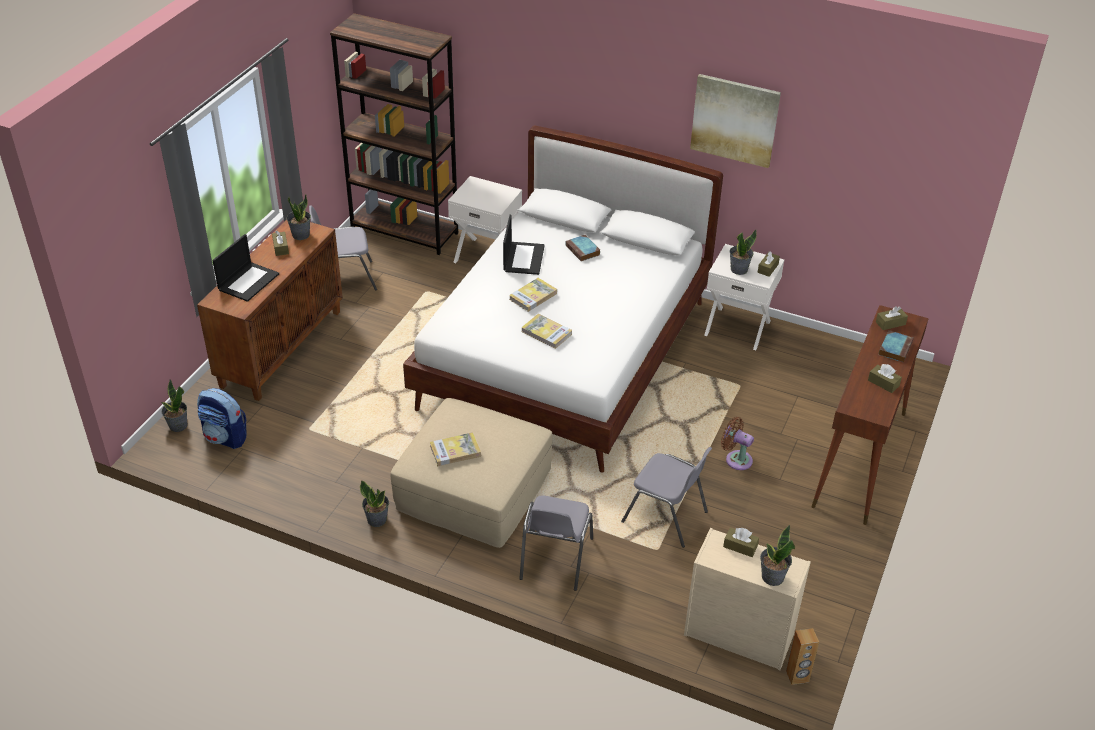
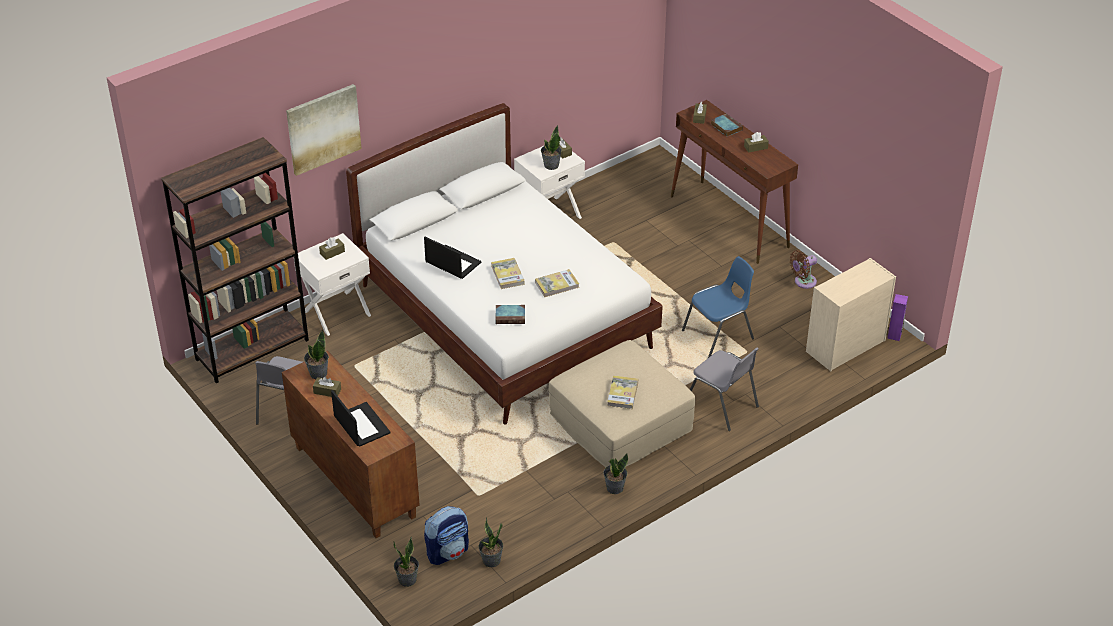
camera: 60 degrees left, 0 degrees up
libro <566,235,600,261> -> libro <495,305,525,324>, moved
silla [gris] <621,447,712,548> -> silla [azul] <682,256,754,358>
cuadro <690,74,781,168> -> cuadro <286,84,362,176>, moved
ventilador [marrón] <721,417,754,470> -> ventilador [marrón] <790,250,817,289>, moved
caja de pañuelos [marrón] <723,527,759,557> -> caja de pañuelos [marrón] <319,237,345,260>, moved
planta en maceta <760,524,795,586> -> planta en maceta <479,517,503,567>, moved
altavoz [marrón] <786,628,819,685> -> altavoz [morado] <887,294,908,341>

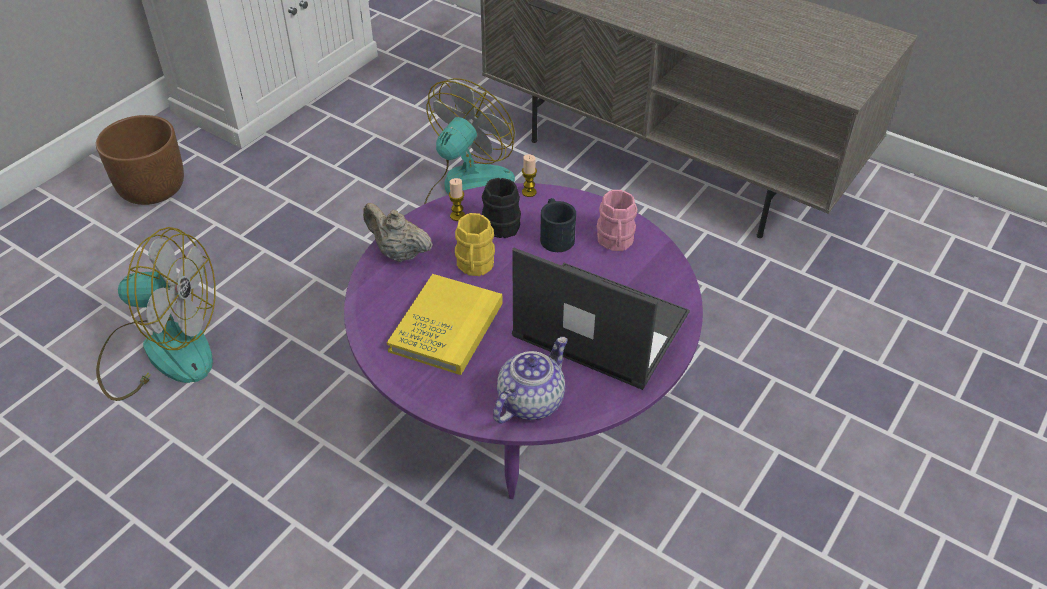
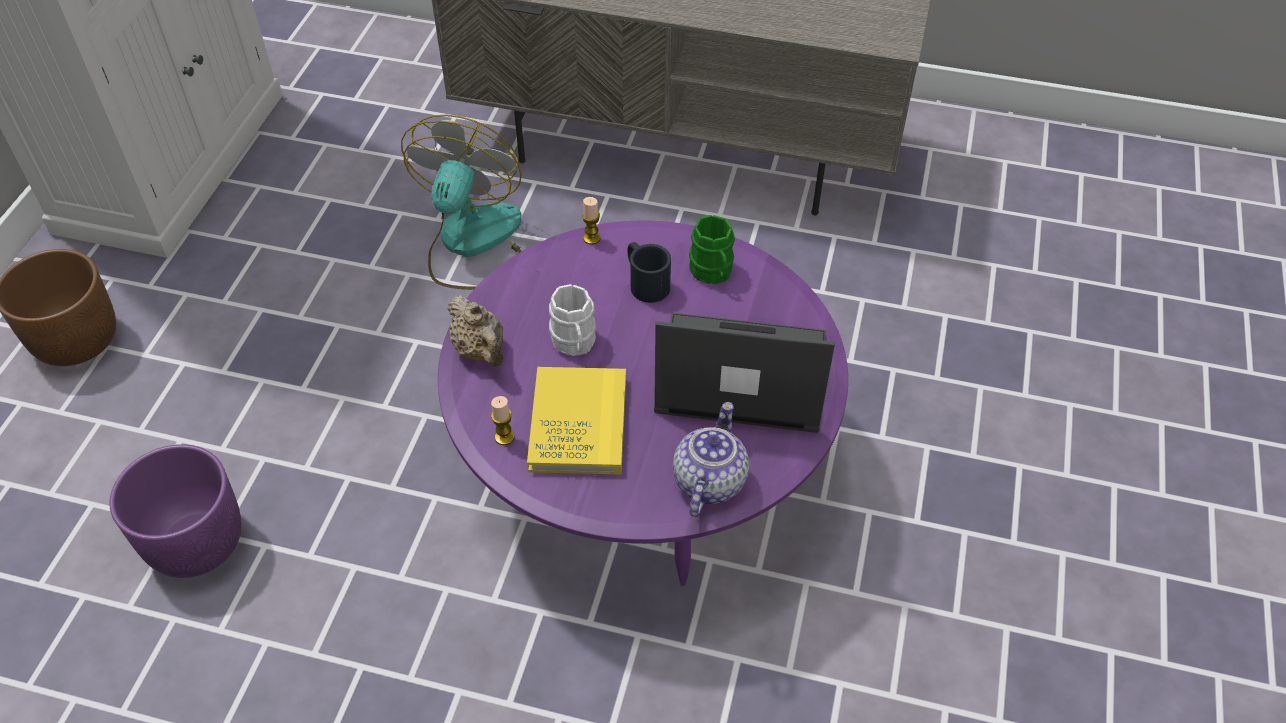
camera: 20 degrees left, 5 degrees up
ventilador <96,227,216,401> -> maceta [morado] <109,444,242,578>
tetera [beis] <363,203,433,262> -> tetera [beis] <448,295,503,367>, 135 degrees counterclockwise
vela <449,178,465,221> -> vela <491,396,515,445>, moved
taza grande [amarillo] <455,213,495,276> -> taza grande [blanco] <549,284,596,356>
taza grande [negro] <482,178,521,238> -> none
taza grande [rosa] <597,190,638,251> -> taza grande [verde] <689,215,735,284>

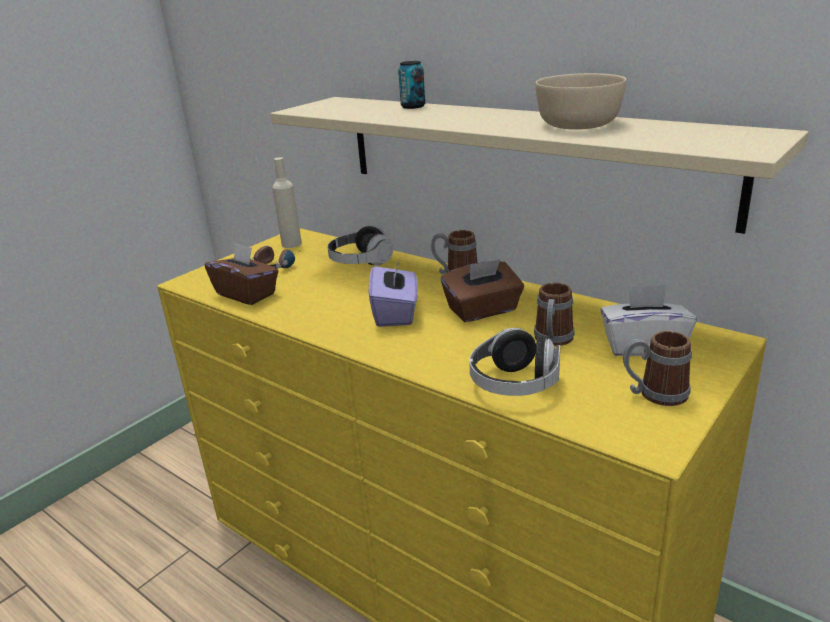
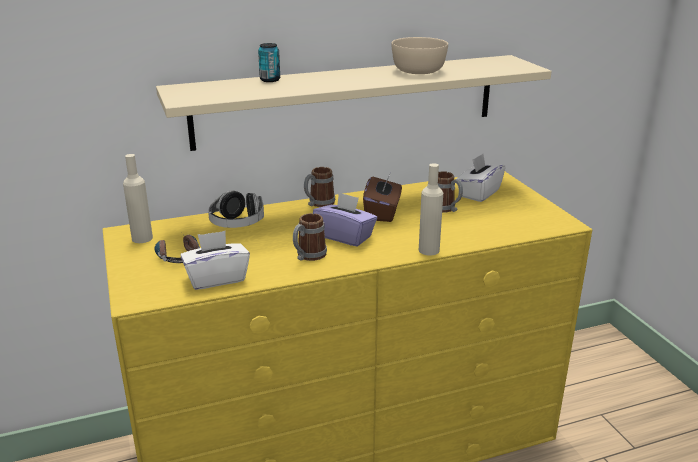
camera: 60 degrees left, 0 degrees up
caja de pañuelos [marrón] <205,243,278,305> -> caja de pañuelos [blanco] <180,231,250,290>
auriculares <469,328,560,396> -> none
taza grande <623,331,692,406> -> taza grande <293,213,327,261>, moved
none -> botella [beis] <419,163,443,256>

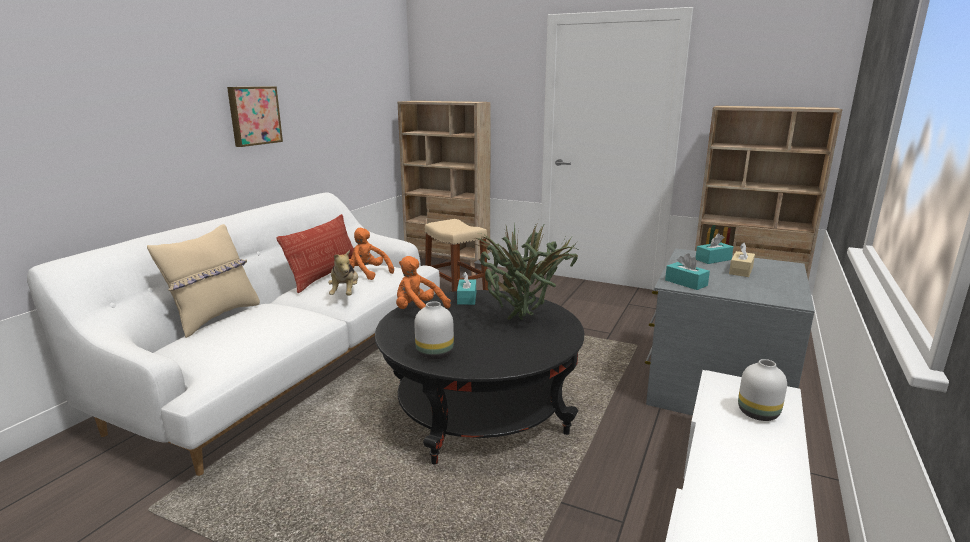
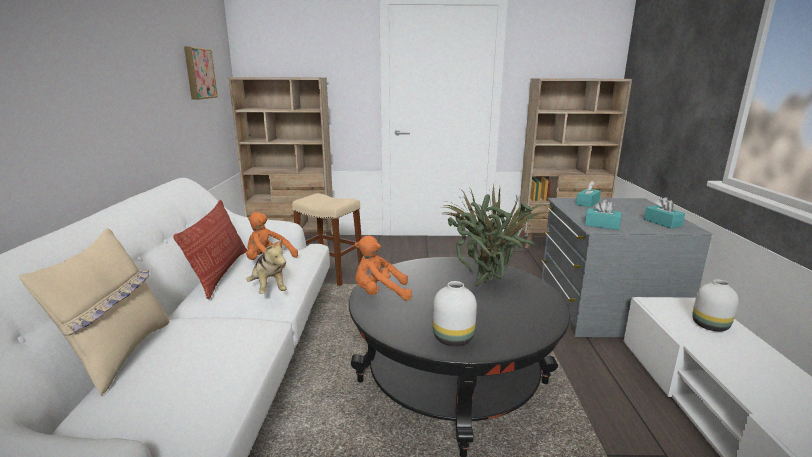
camera: 25 degrees left, 0 degrees up
cuadro <227,86,283,147> -> cuadro <184,47,218,100>, moved
caja de pañuelos [turquesa] <457,272,476,305> -> caja de pañuelos [turquesa] <644,197,685,228>, moved
caja de pañuelos [beis] <729,243,755,277> -> none

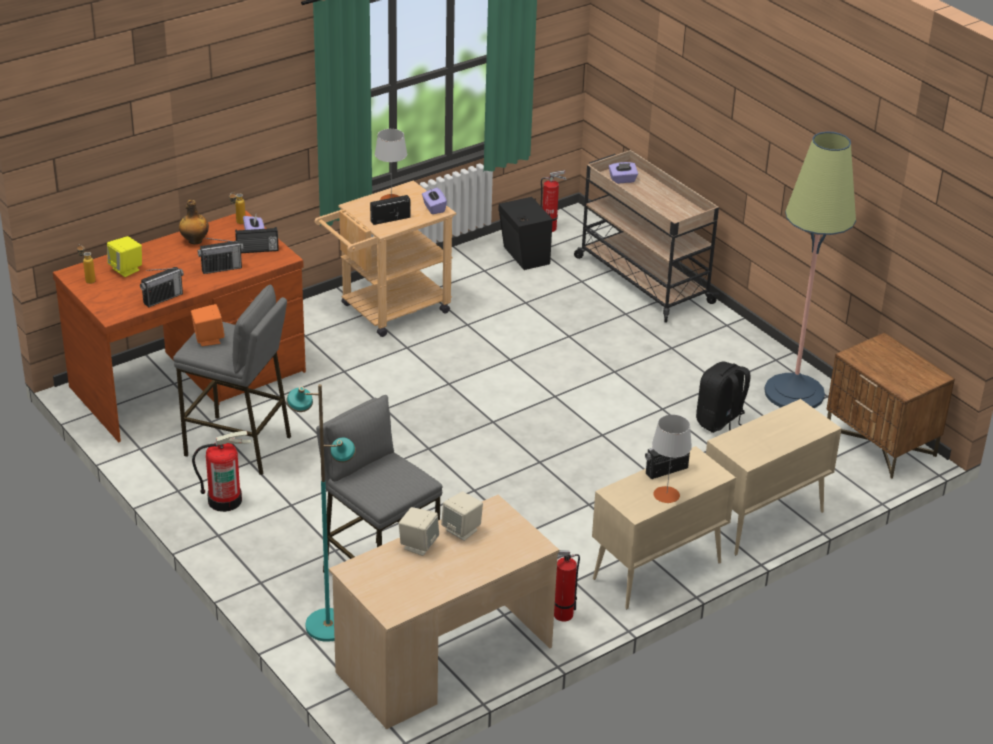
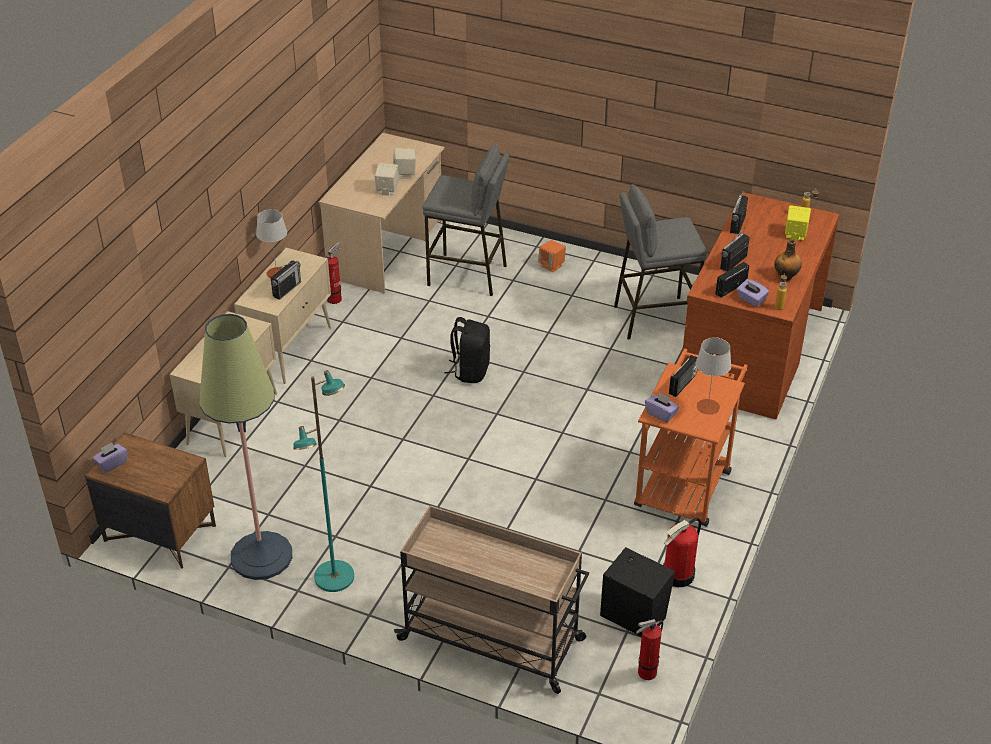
camera: 150 degrees right, 5 degrees up
altavoz [naranja] <191,304,225,346> -> altavoz [naranja] <538,240,566,272>, moved
extintor <192,431,252,512> -> extintor <663,518,701,587>, moved
lámpara de pie [turquesa] <286,384,356,642> -> lámpara de pie [turquesa] <293,370,354,592>, moved
carrito [beis] <314,181,456,337> -> carrito [naranja] <634,349,748,527>
caja de pañuelos [morado] <609,162,638,184> -> caja de pañuelos [morado] <93,442,128,473>, moved
mochila [negro] <696,362,751,433> -> mochila [negro] <445,317,490,383>, moved

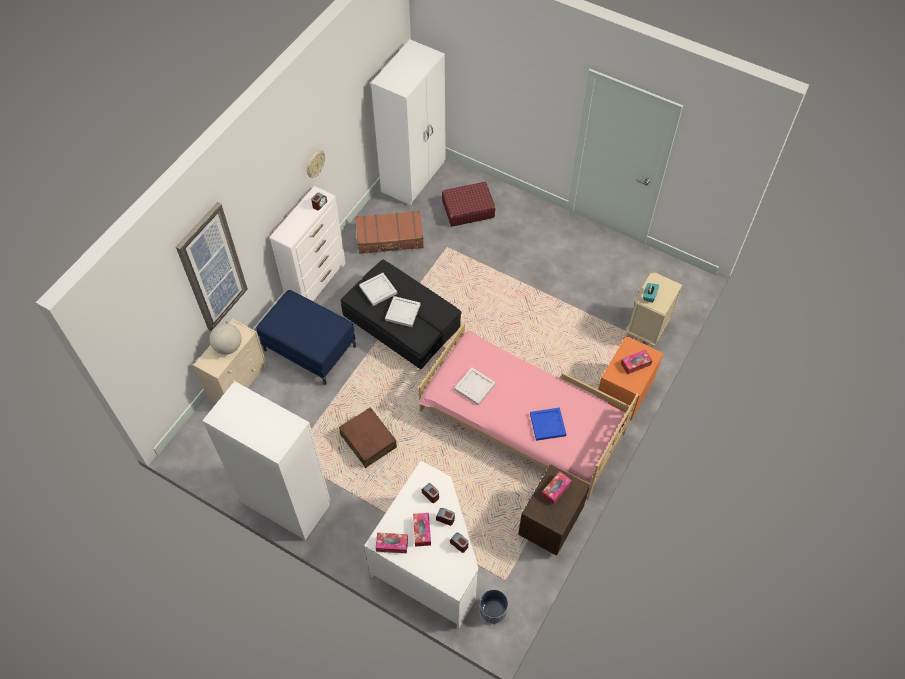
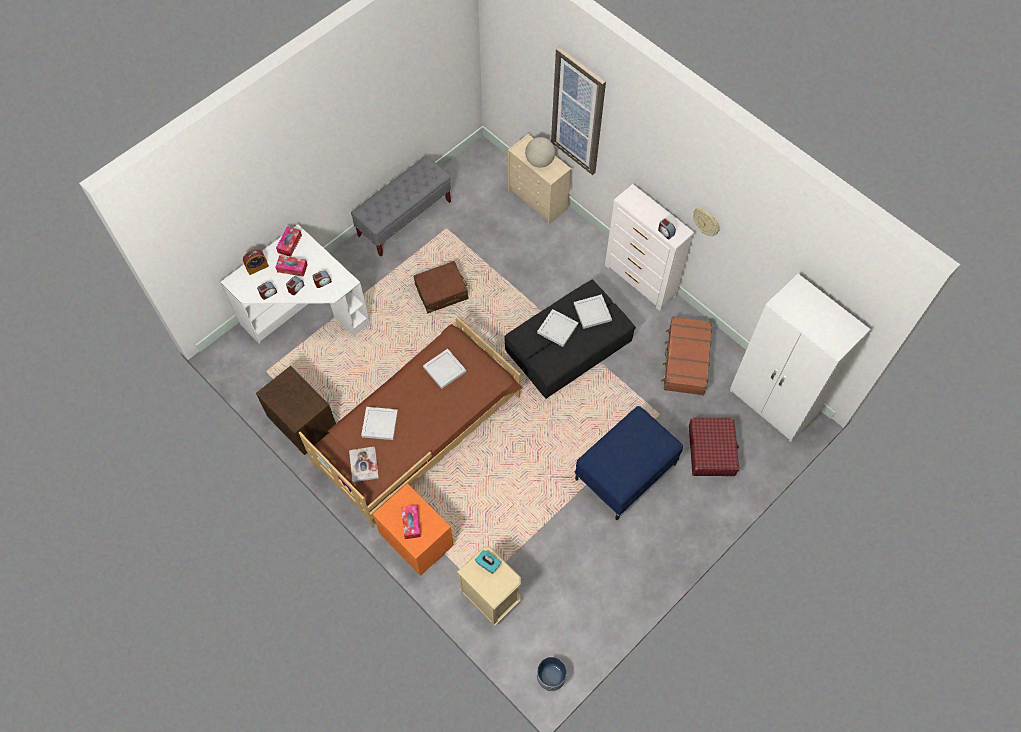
camera: 105 degrees right, 5 degrees up
armario ropero [blanco] <202,381,330,540> -> banco [gris] <351,156,451,257>
puf [azul] <256,290,356,385> -> puf [azul] <575,406,683,520>, moved
cama [rosa] <418,323,639,500> -> cama [marrón] <299,317,522,528>
maceta <479,590,508,624> -> maceta <537,657,567,691>, moved
bandeja [azul] <530,408,566,441> -> bandeja [blanco] <361,407,398,440>
caja de pañuelos <541,472,572,505> -> none
none -> despertador <243,249,269,275>
none -> libro <349,446,379,482>

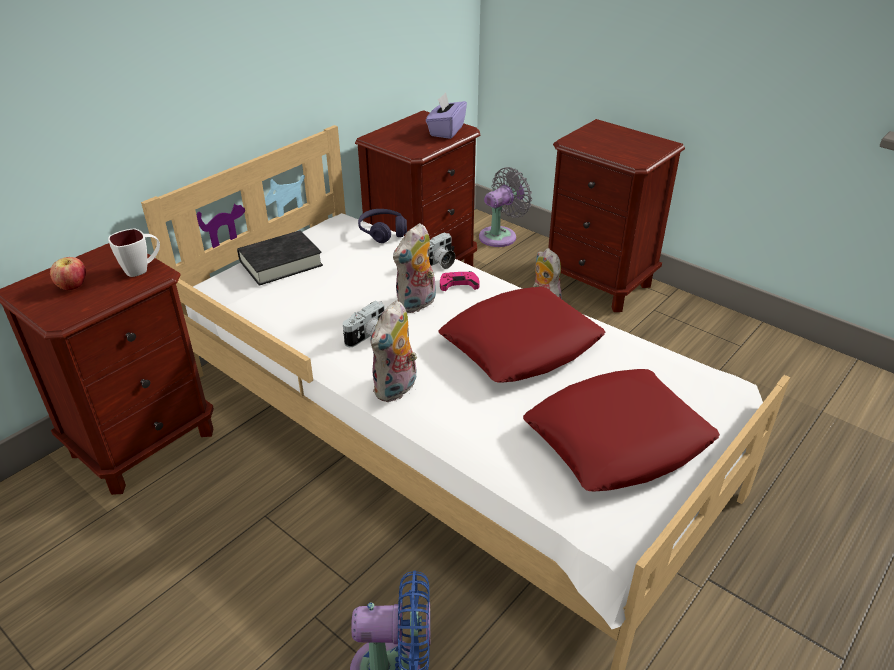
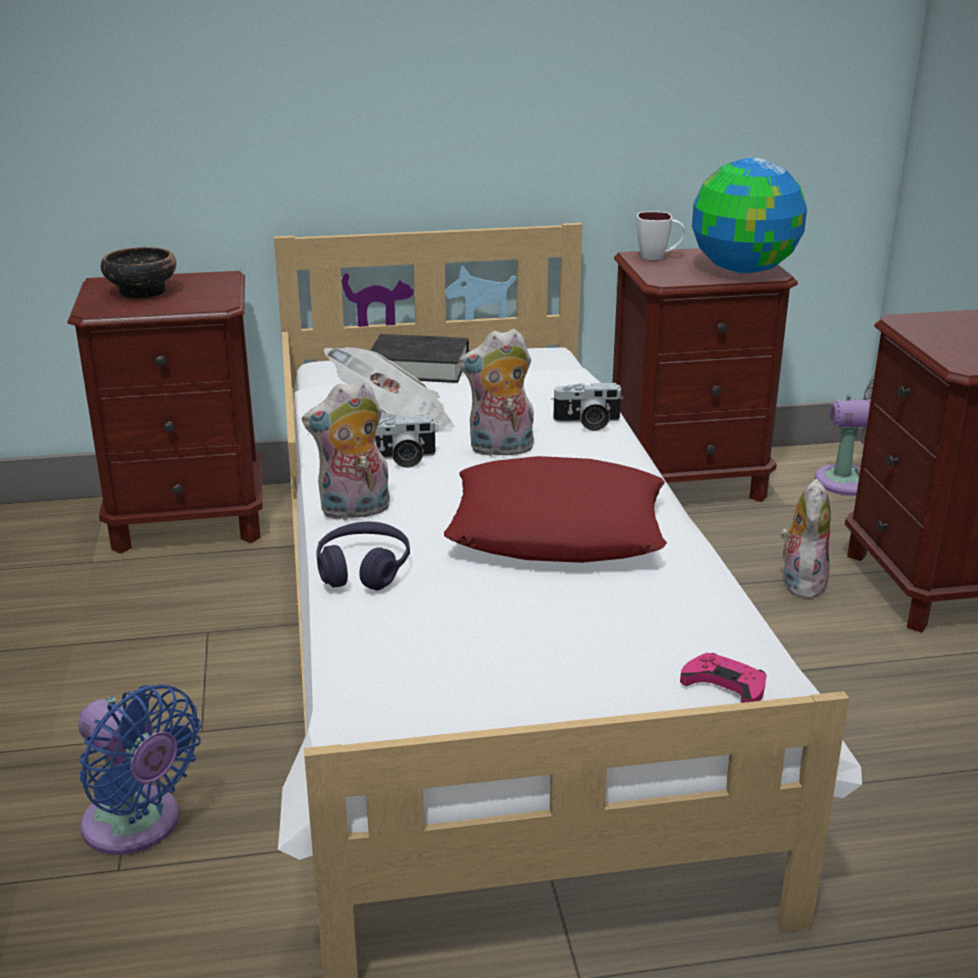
camera: 40 degrees right, 10 degrees down
manzana <50,257,86,290> -> cuenco <101,247,176,299>
taza grande [blanco] <108,228,160,277> -> taza grande [blanco] <637,211,685,260>, moved
auriculares [morado] <358,209,407,243> -> auriculares [morado] <316,522,410,590>, moved
caja de pañuelos [morado] <426,93,467,139> -> globo terráqueo <692,158,807,274>
mando de consola [rosa] <440,271,480,291> -> mando de consola [rosa] <680,653,766,703>, moved
cojín [rojo] <523,369,720,492> -> none
none -> periódico <324,347,455,427>

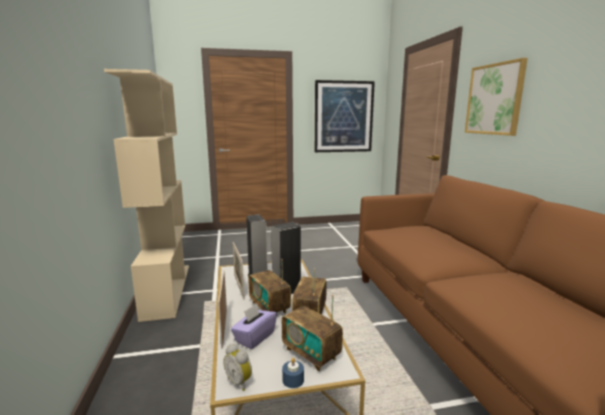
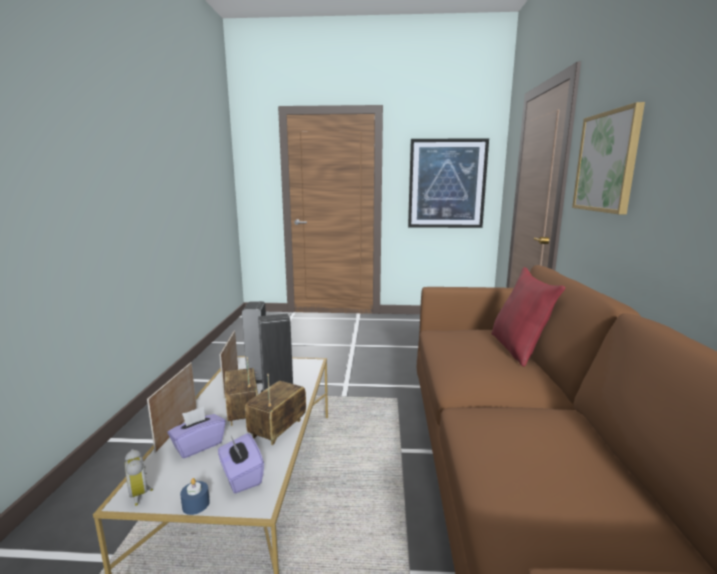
camera: 15 degrees right, 0 degrees up
estantería [beis] <104,69,189,322> -> none
radio <282,294,343,371> -> caja de pañuelos [morado] <218,433,264,494>
none -> cojín [rojo] <491,267,565,367>

